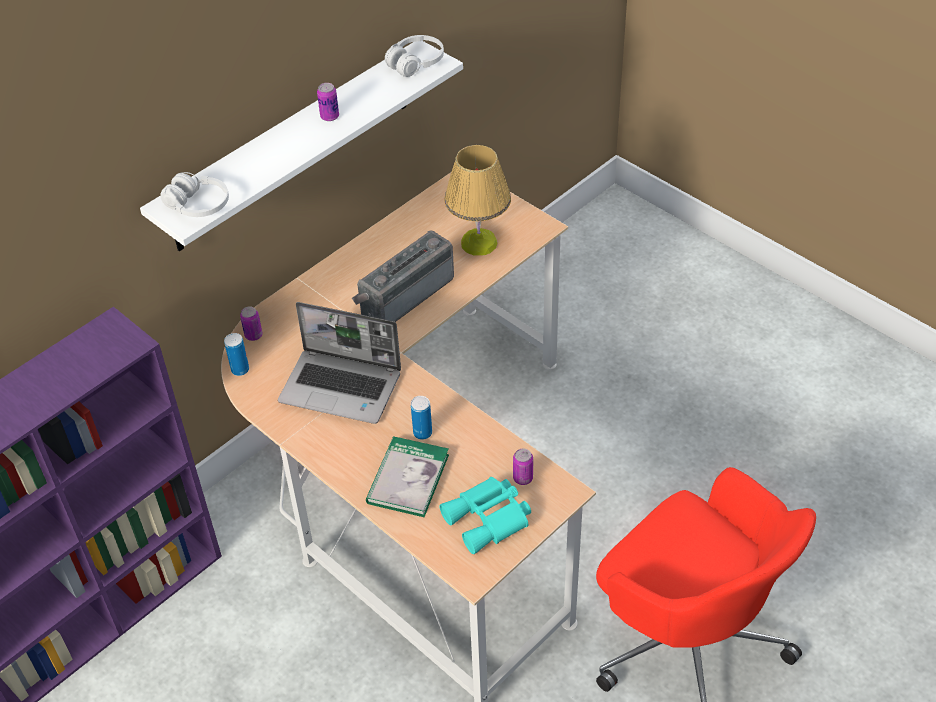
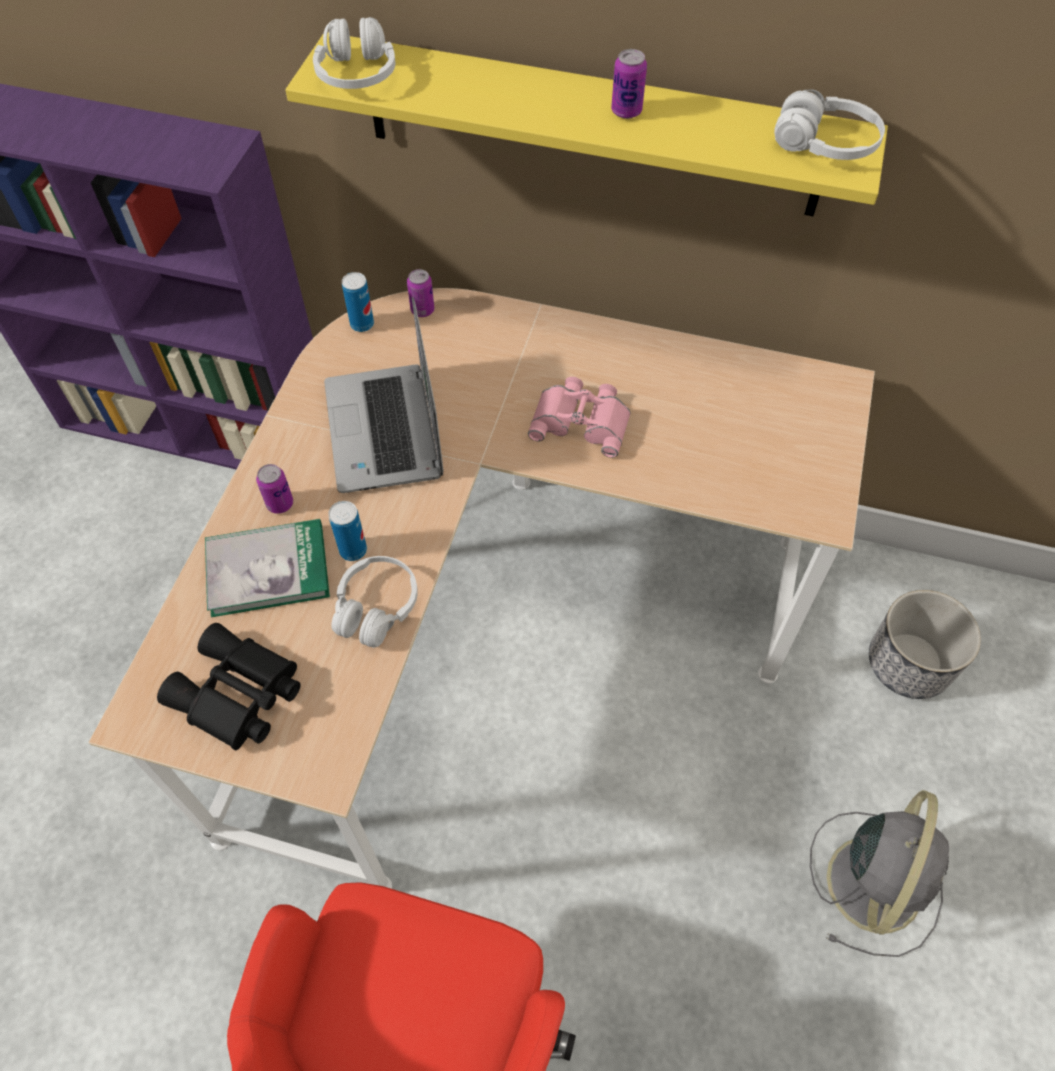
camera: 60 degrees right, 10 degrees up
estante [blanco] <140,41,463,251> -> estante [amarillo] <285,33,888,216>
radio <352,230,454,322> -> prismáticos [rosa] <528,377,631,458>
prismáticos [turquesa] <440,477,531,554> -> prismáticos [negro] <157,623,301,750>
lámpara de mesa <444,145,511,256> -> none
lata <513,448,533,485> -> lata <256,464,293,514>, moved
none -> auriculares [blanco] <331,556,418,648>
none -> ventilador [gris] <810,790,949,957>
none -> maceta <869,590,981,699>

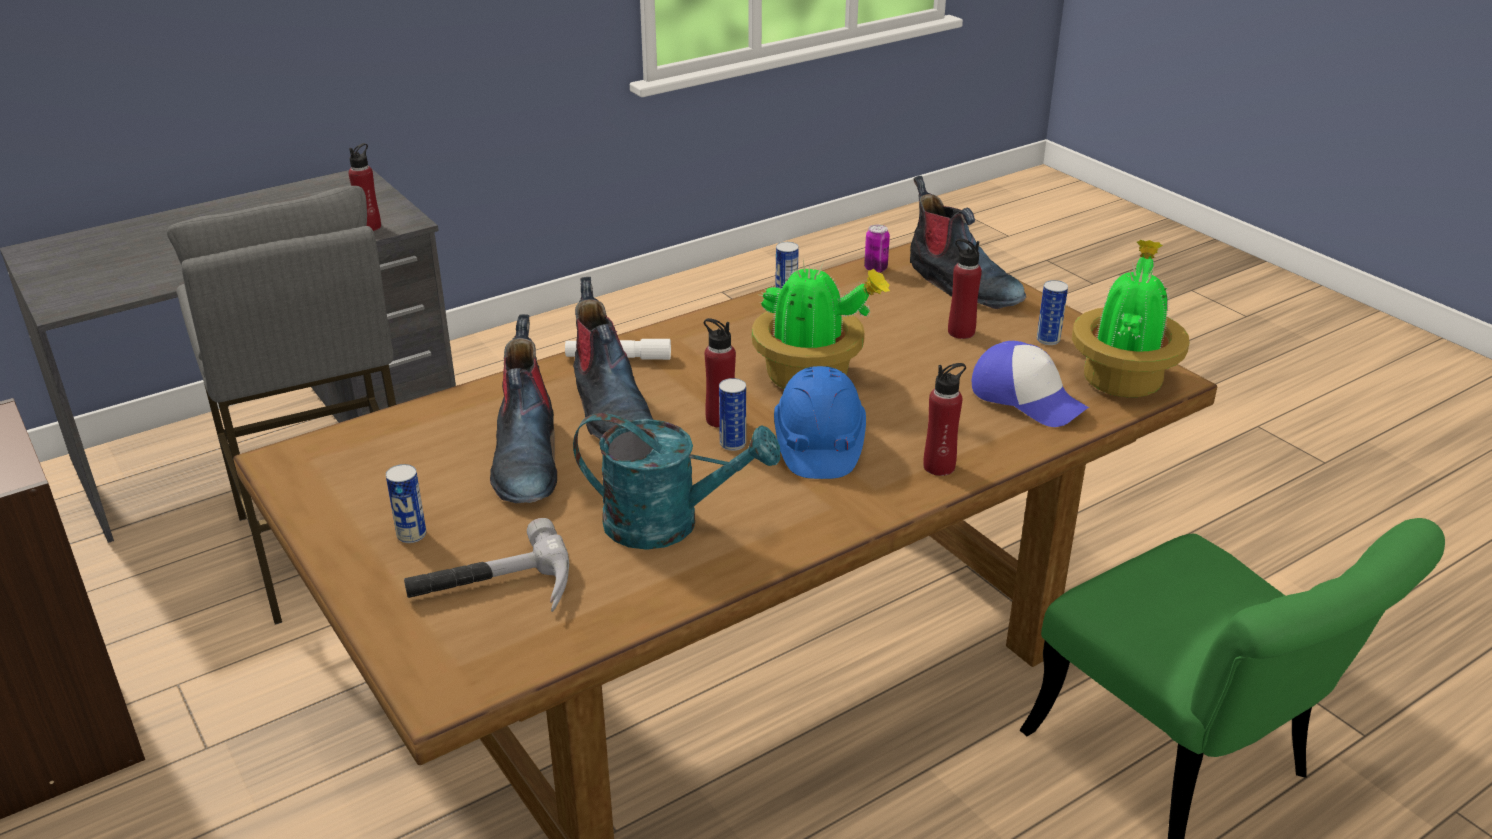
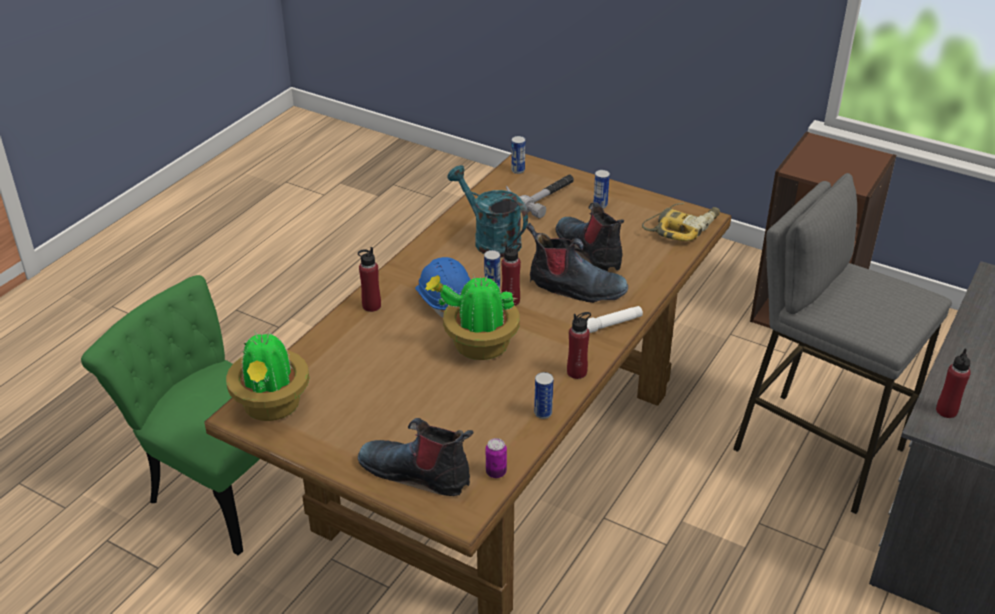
camera: 155 degrees right, 5 degrees up
bota <573,277,653,439> -> bota <526,223,628,303>, 150 degrees clockwise
regadera [turquesa] <573,413,780,550> -> regadera [turquesa] <447,165,528,258>, 60 degrees clockwise
botella [rojo] <948,239,982,339> -> botella [rojo] <567,312,591,379>, moved
gorra <972,341,1089,427> -> none
lata <1037,280,1068,345> -> lata <511,136,525,174>, moved
none -> taladro <642,203,720,241>

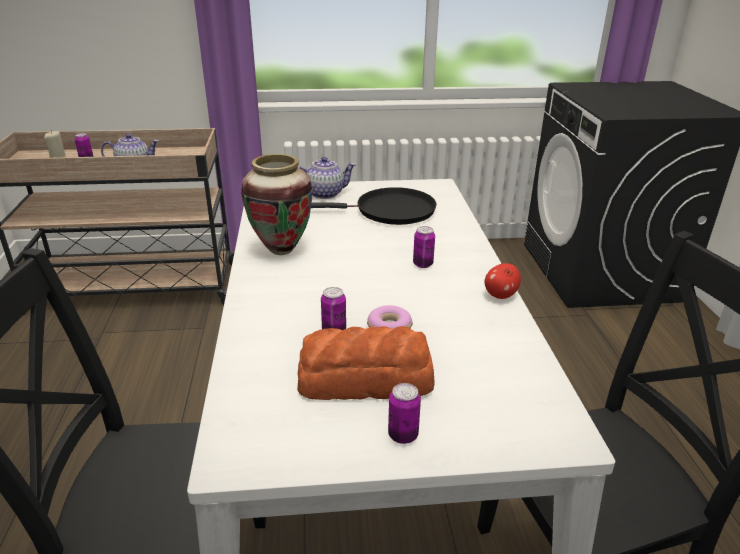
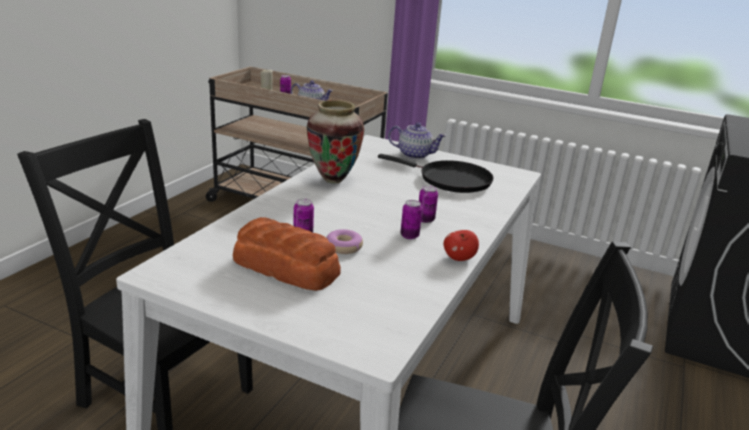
camera: 30 degrees right, 5 degrees down
lata <388,383,421,444> -> lata <400,200,422,240>, moved

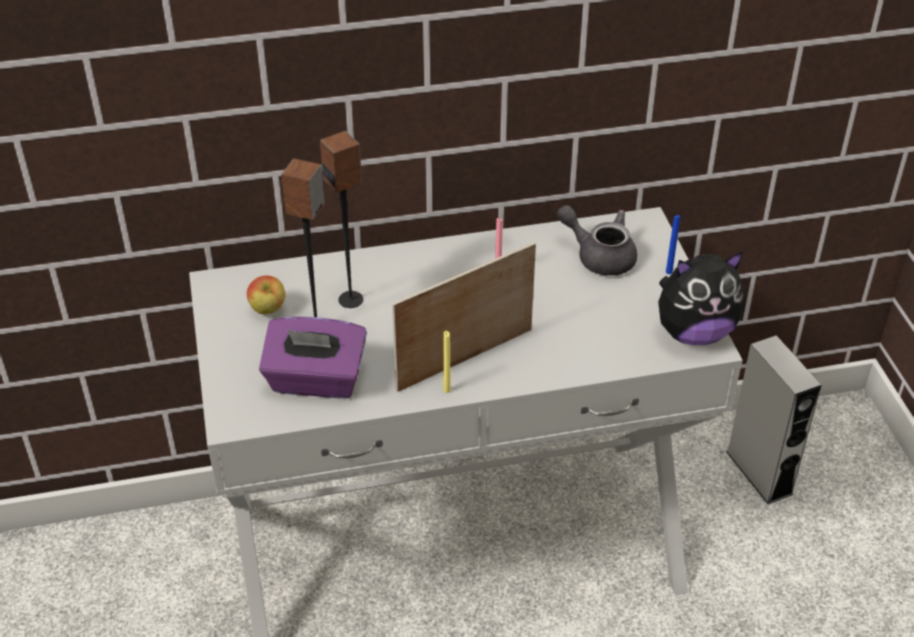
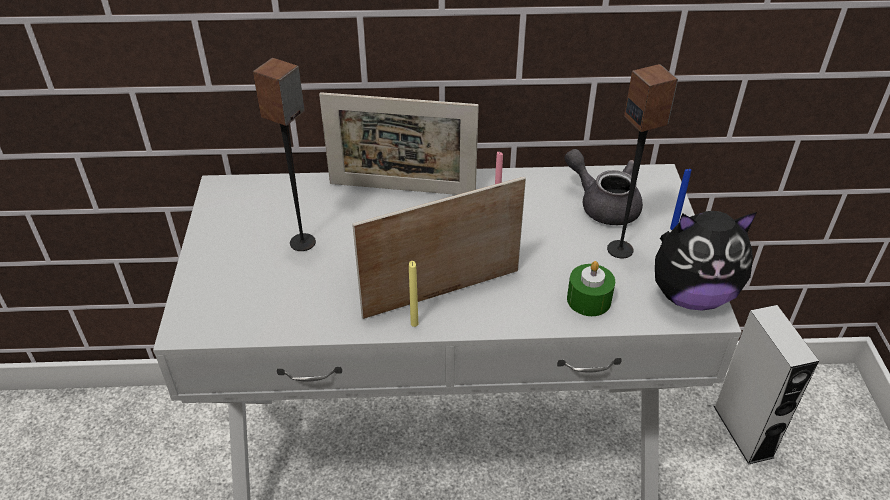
camera: 10 degrees right, 0 degrees up
manzana <247,276,286,314> -> none
caja de pañuelos [morado] <259,317,367,398> -> none
altavoz <320,131,363,308> -> altavoz <607,64,678,258>, moved
none -> portarretratos <319,92,479,195>
none -> vela [verde] <567,261,615,316>

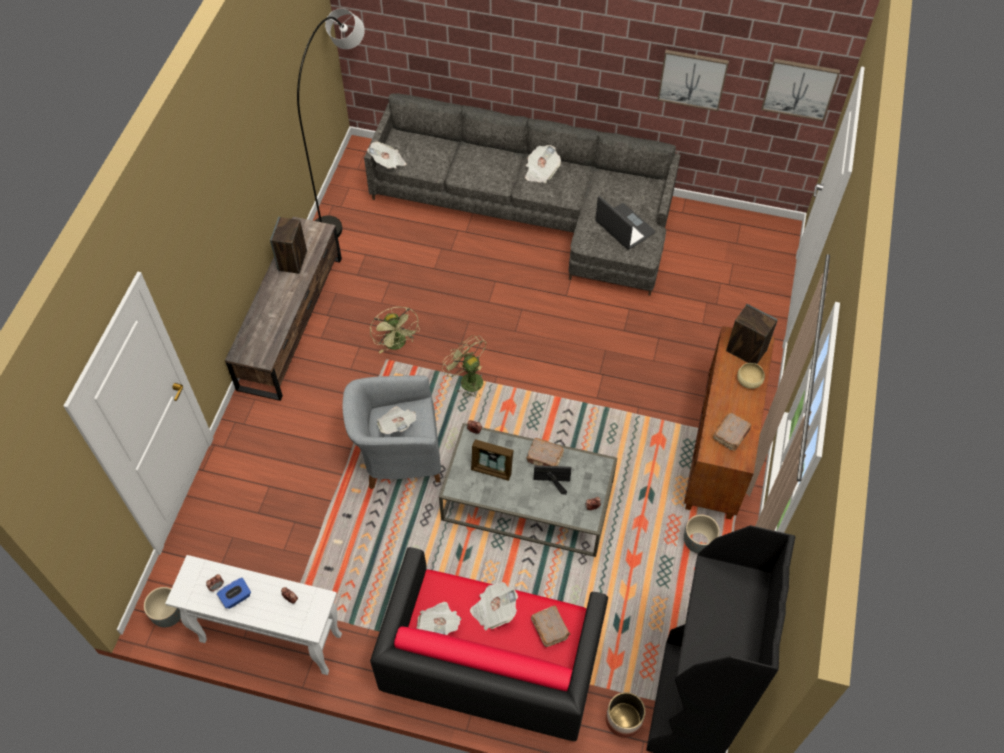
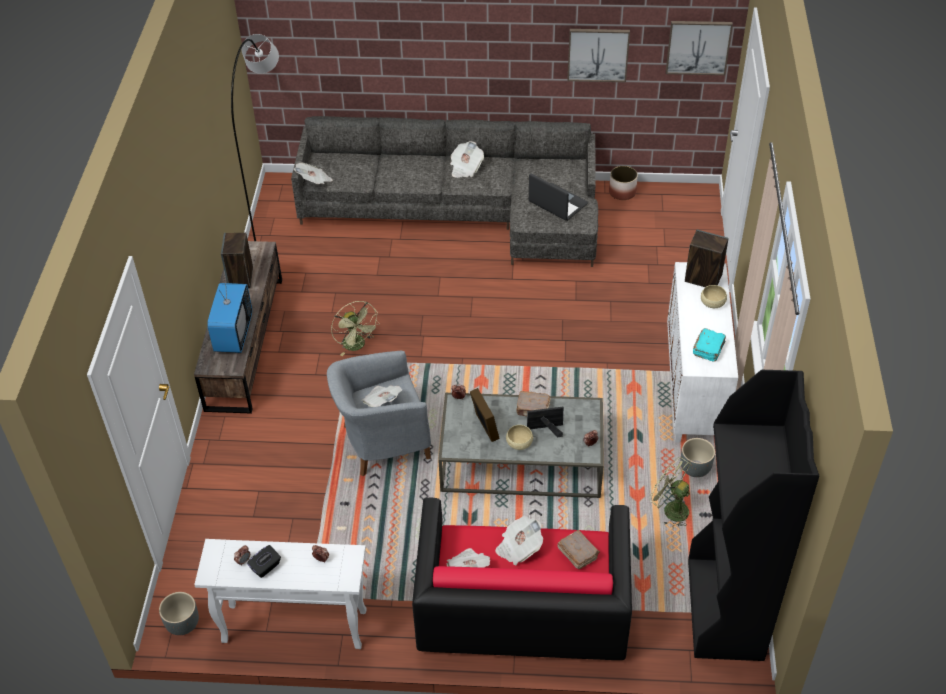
camera: 10 degrees left, 10 degrees down
caja de pañuelos [azul] <217,578,251,609> -> caja de pañuelos [negro] <247,545,281,578>
ventilador [verde] <442,335,486,398> -> ventilador [verde] <649,457,691,526>, moved
portarretratos <471,439,513,481> -> portarretratos <470,388,500,442>, 120 degrees counterclockwise
maceta <606,692,645,738> -> maceta <609,166,638,200>, moved
armario [marrón] <684,326,775,520> -> armario [blanco] <667,262,738,443>
libro [marrón] <713,413,751,451> -> libro [turquesa] <693,328,726,362>
none -> televisor <207,278,252,353>
none -> cuenco [beis] <506,425,533,450>

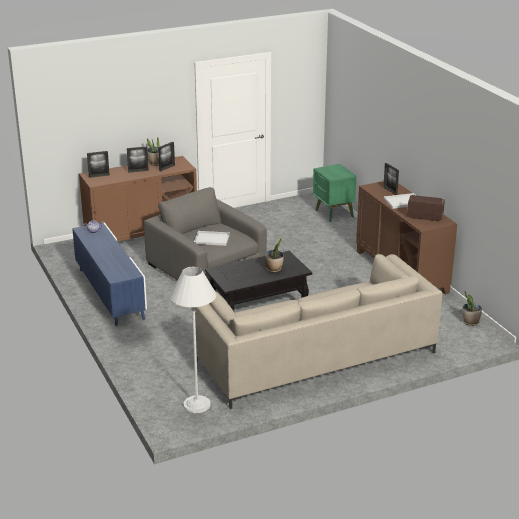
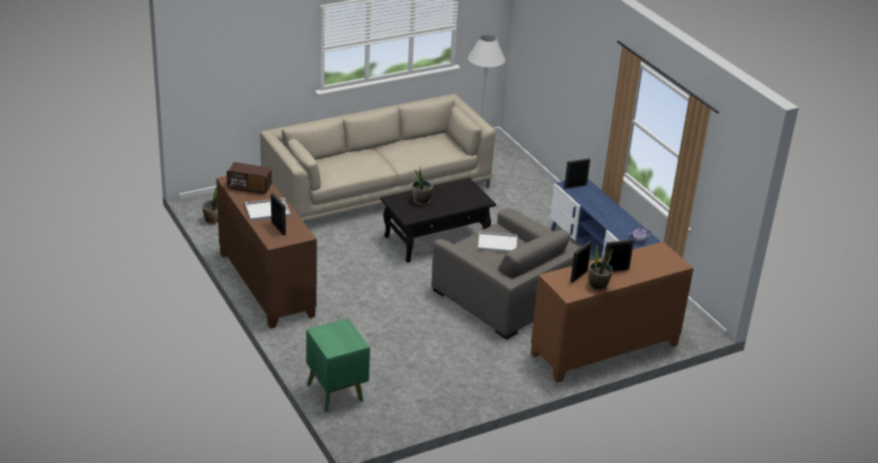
camera: 175 degrees right, 5 degrees up
portarretratos <87,151,110,178> -> portarretratos <564,158,590,189>, moved

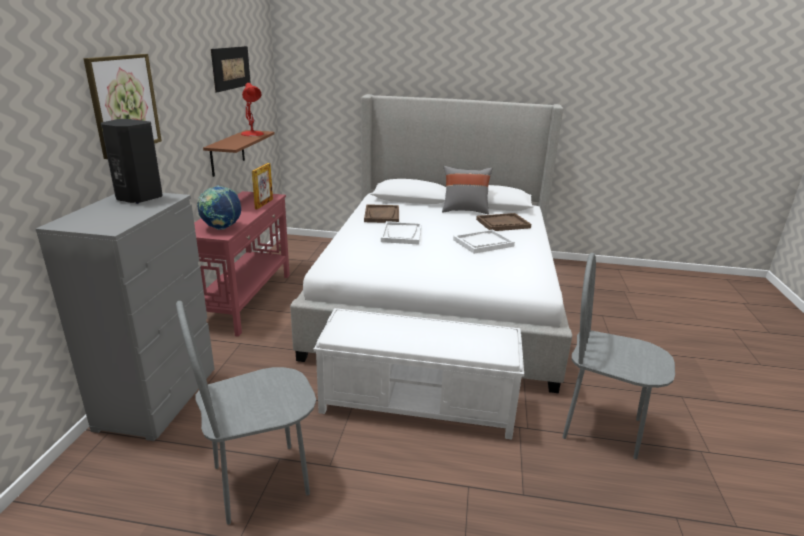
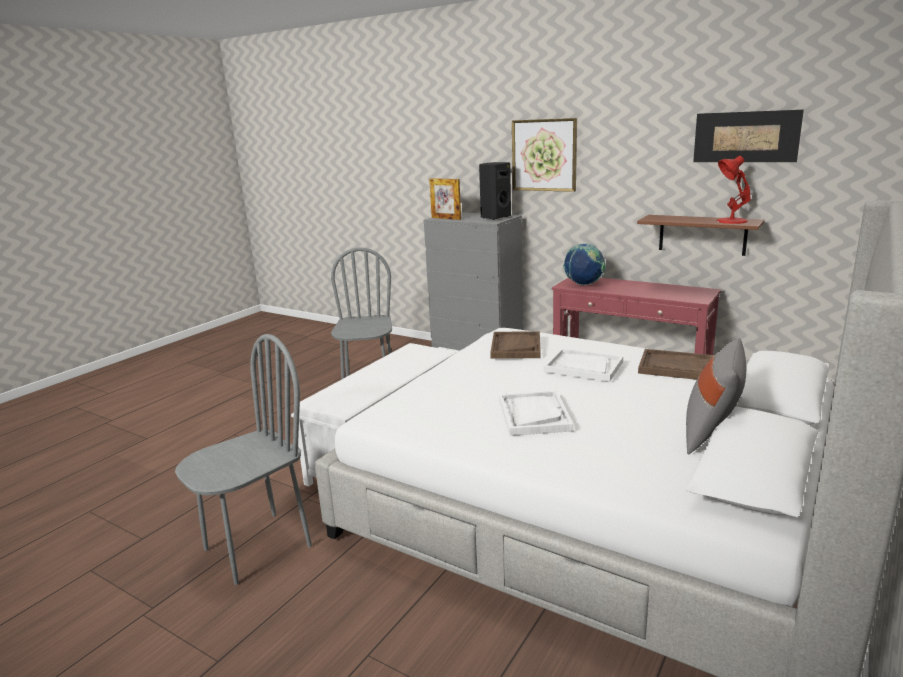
camera: 115 degrees right, 5 degrees down
portarretratos <252,163,273,209> -> portarretratos <429,178,461,220>, moved
bandeja [marrón] <476,213,531,231> -> bandeja [marrón] <490,331,541,358>, moved

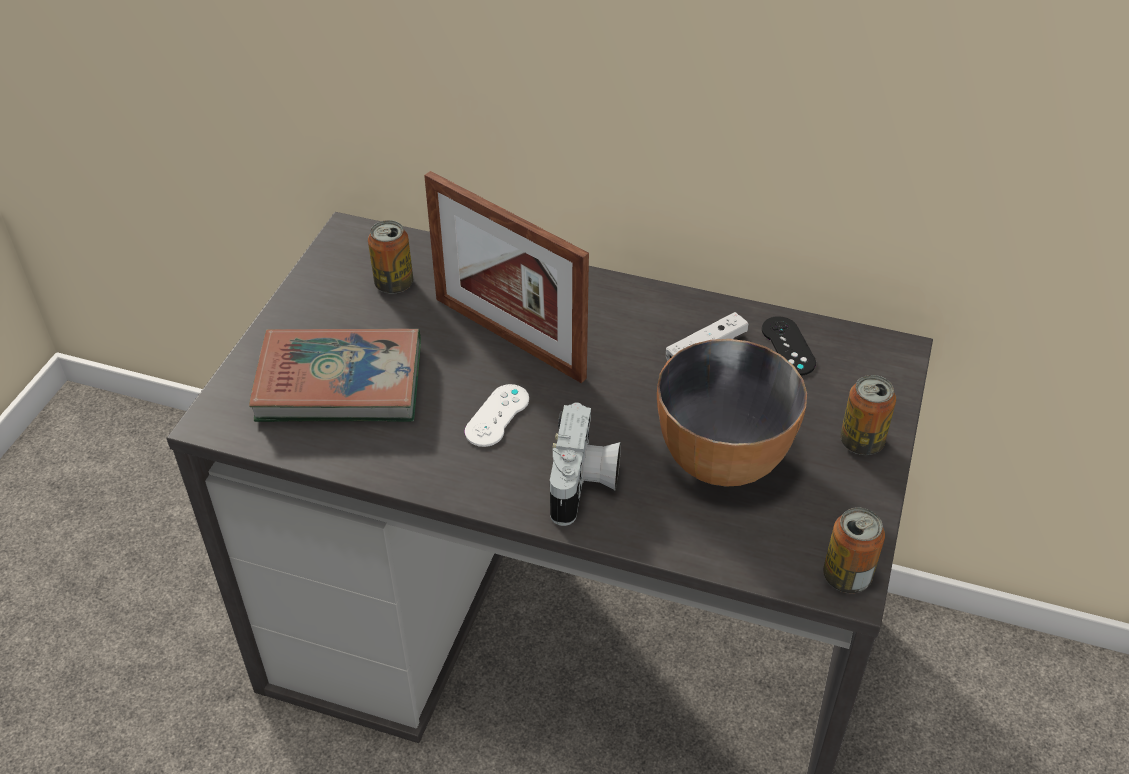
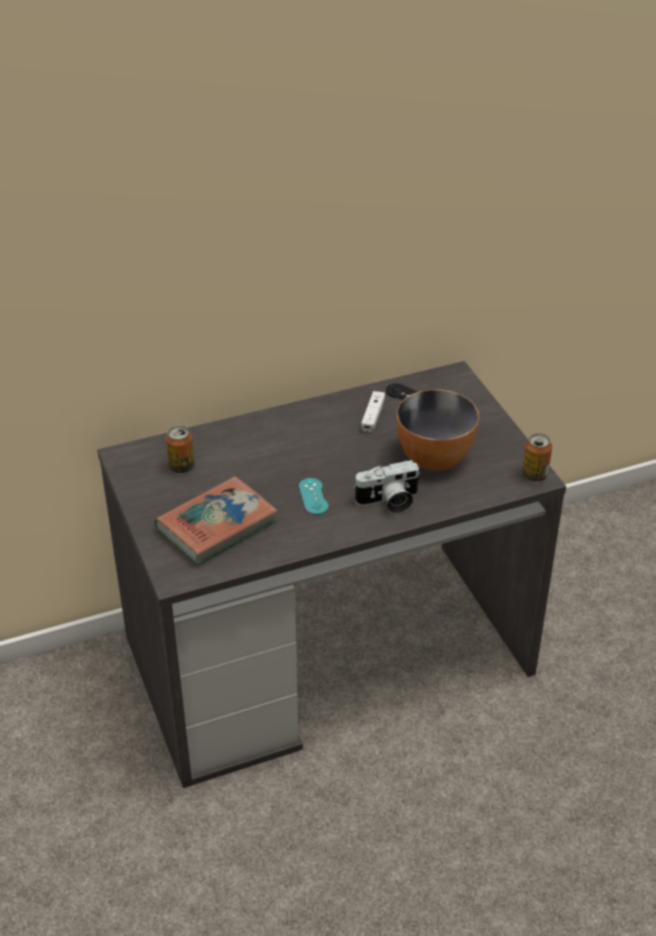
camera: 40 degrees left, 5 degrees down
portarretratos <424,171,589,383> -> none
mando de consola [blanco] <464,384,529,447> -> mando de consola [turquesa] <299,478,329,515>
cámara <550,402,621,526> -> cámara <353,460,420,514>, 105 degrees clockwise
lata <840,375,896,455> -> none

